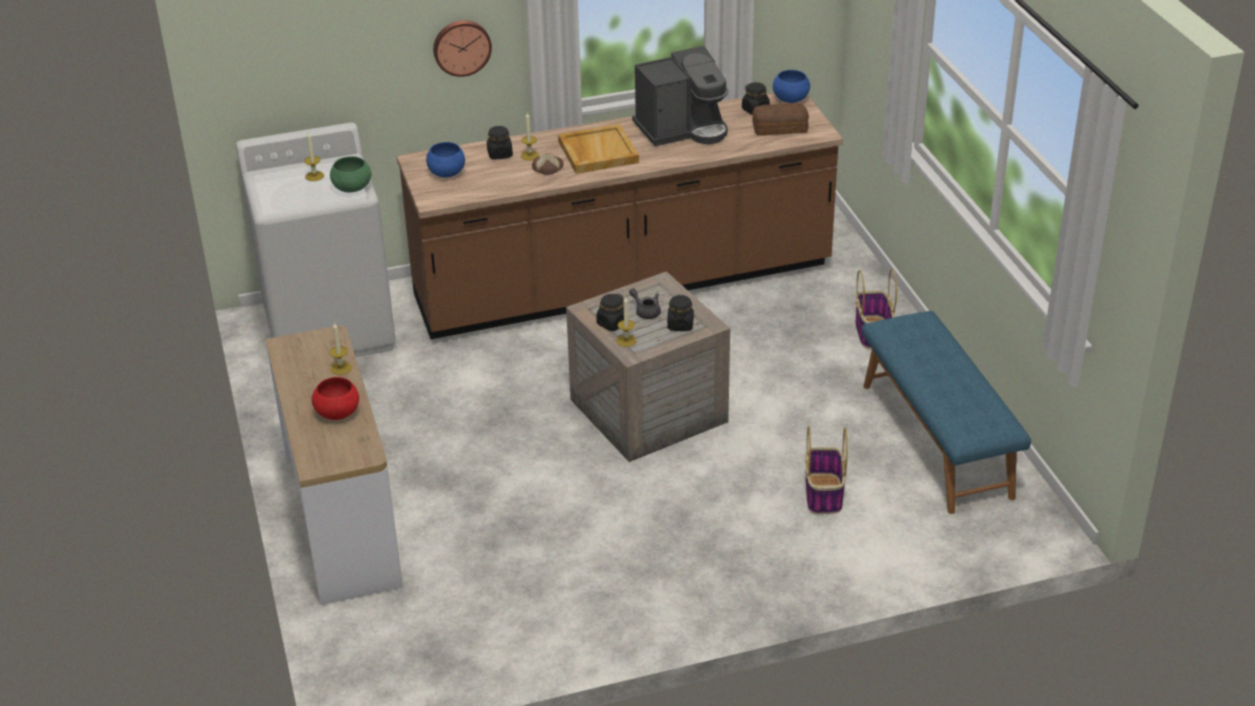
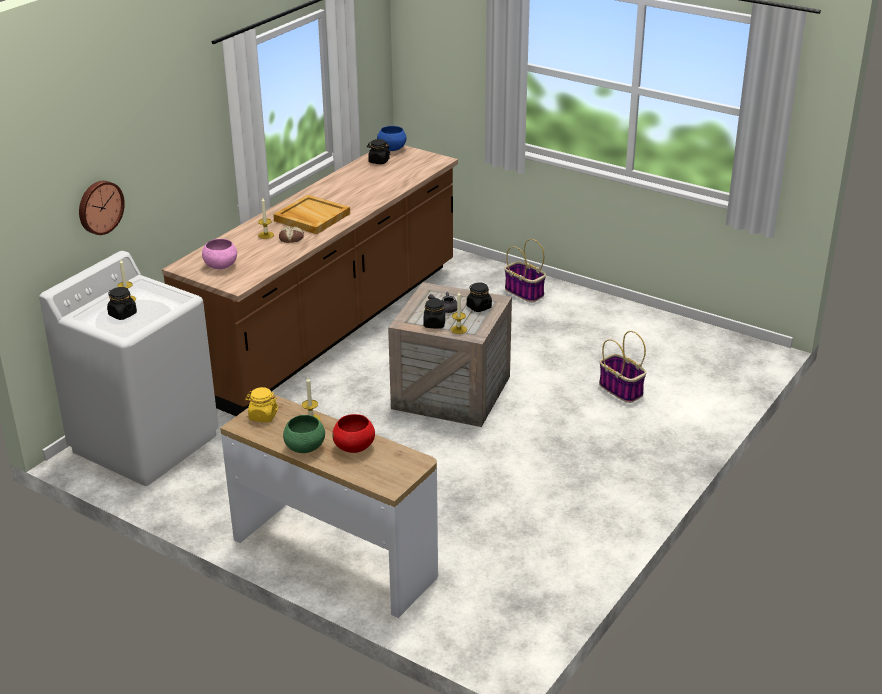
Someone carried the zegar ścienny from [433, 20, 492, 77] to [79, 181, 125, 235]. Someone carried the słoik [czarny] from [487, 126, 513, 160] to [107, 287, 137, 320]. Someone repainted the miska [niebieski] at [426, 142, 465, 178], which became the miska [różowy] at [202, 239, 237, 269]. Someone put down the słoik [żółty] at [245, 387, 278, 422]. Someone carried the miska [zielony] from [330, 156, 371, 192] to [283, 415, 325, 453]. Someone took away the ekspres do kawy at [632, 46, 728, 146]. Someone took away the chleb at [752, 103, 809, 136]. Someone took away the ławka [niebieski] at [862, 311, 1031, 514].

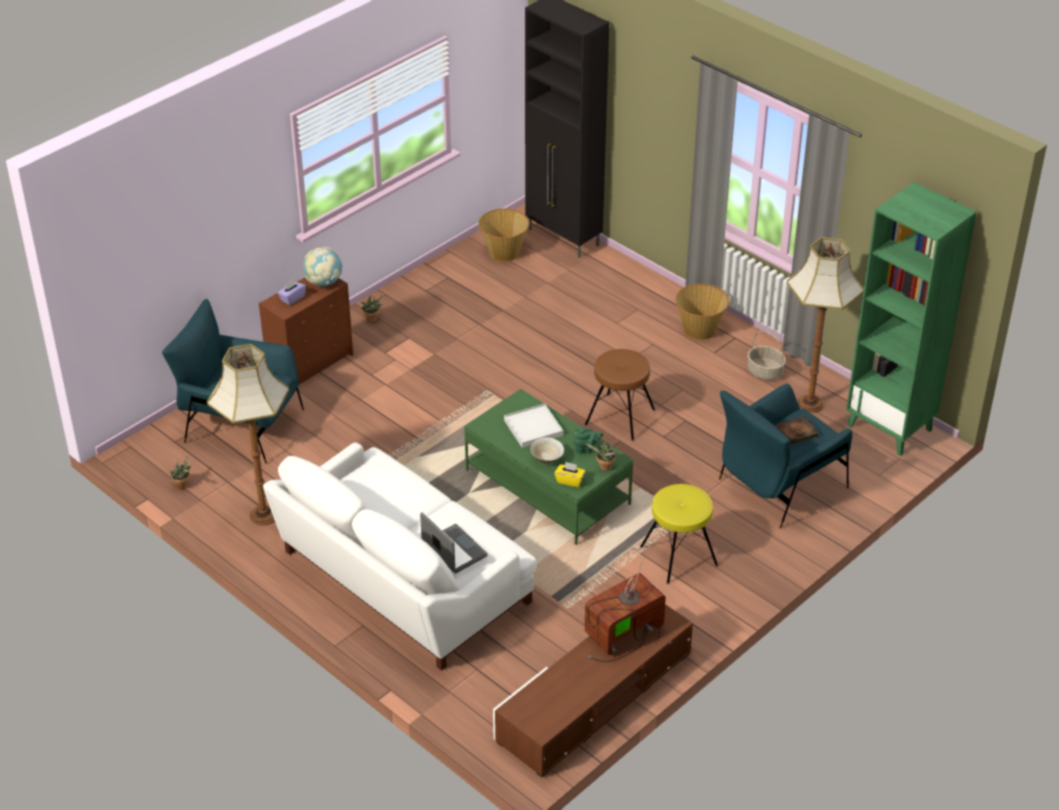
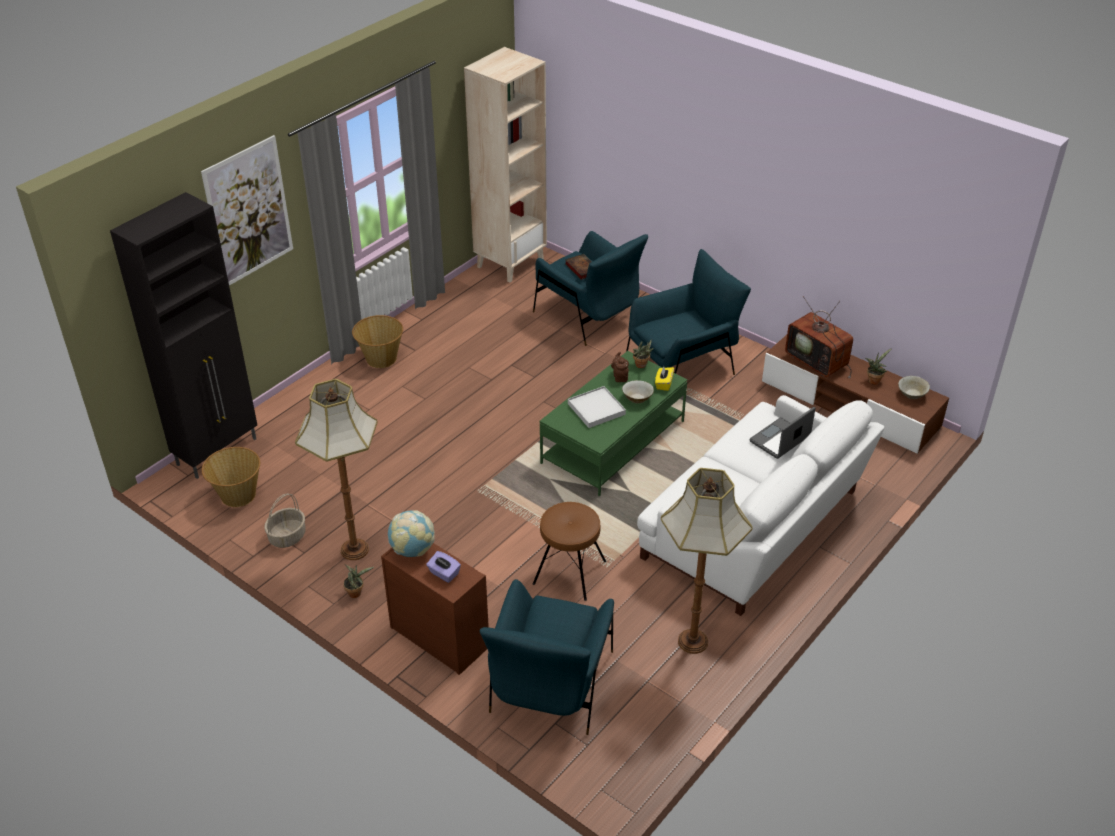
Someone put up the obraz at [201, 135, 293, 286]. Someone carried the koszyk from [747, 330, 786, 381] to [264, 493, 305, 548]. Someone carried the lampa stojąca from [787, 237, 864, 413] to [295, 379, 378, 560]. Someone repainted the regał [zielony] at [846, 182, 976, 456], which became the regał [beżowy] at [464, 47, 547, 283]. Someone carried the stołek [brązowy] from [585, 349, 655, 441] to [533, 502, 606, 601]. Someone repainted the imbryk [zielony] at [573, 427, 603, 454], which became the imbryk [brązowy] at [611, 352, 629, 382]. Someone swapped the stołek [żółty] at [640, 484, 718, 584] for the fotel [niebieski] at [626, 249, 751, 375]. Someone carried the roślina doniczkowa from [170, 456, 192, 489] to [865, 348, 892, 385]. Someone put down the miska [beżowy] at [898, 376, 930, 399].

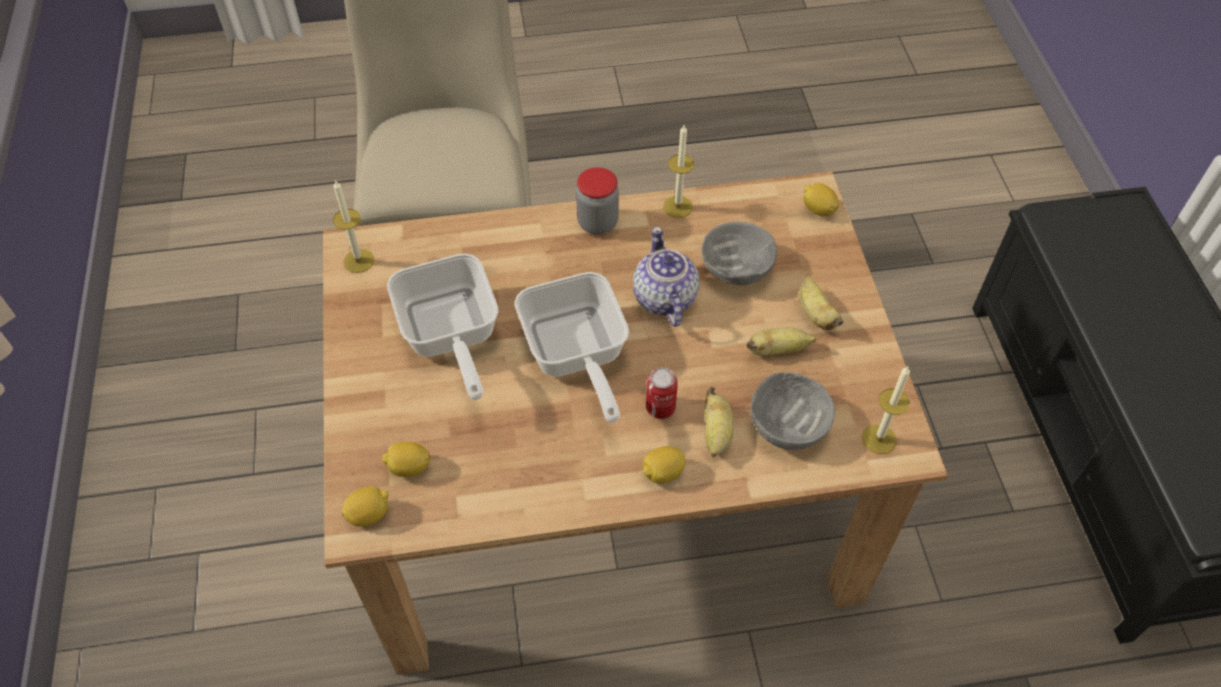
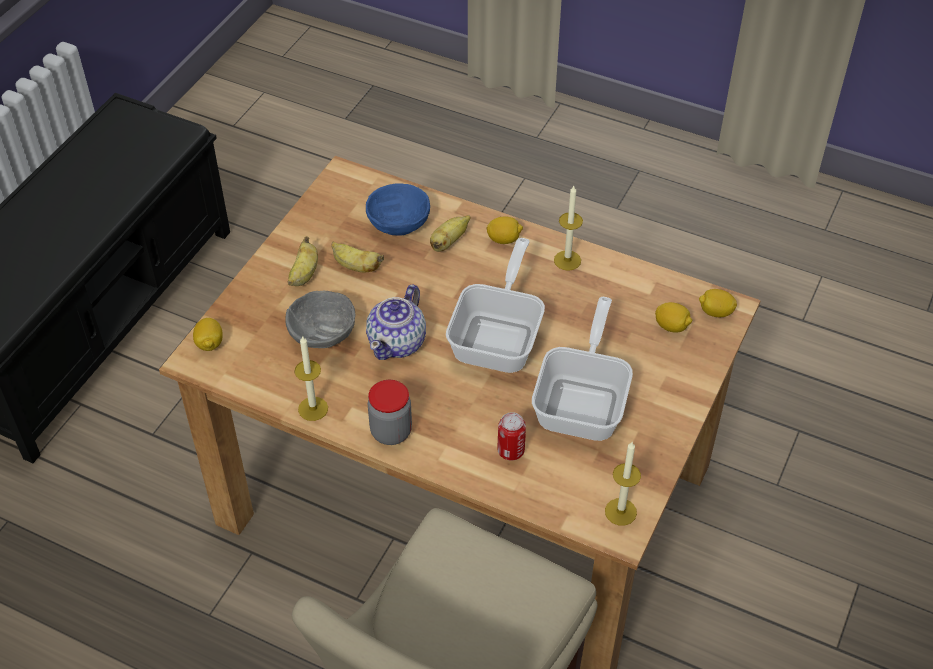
Someone repainted the miska [szary] at [750, 372, 835, 450], which became the miska [niebieski] at [366, 184, 430, 235]. Someone carried the puszka from [646, 367, 678, 419] to [497, 412, 526, 460]. Someone carried the świeca from [862, 366, 910, 454] to [554, 186, 583, 271].

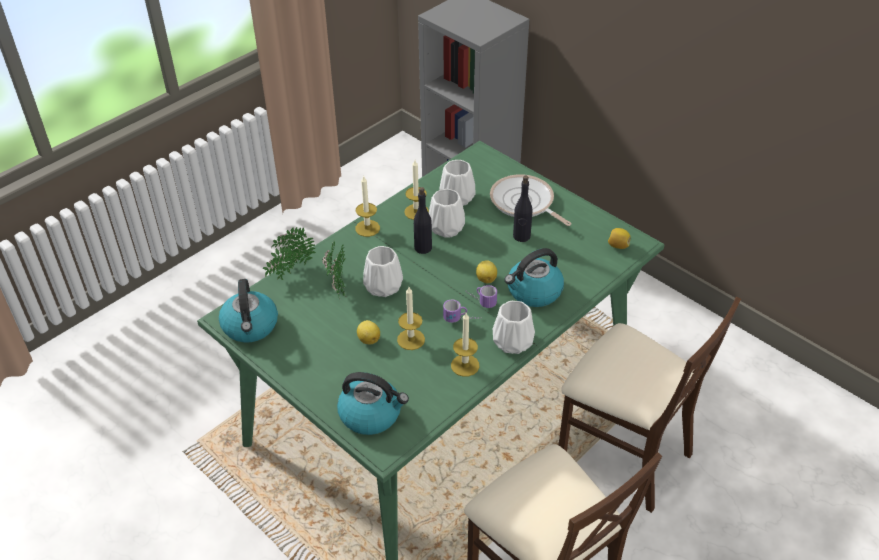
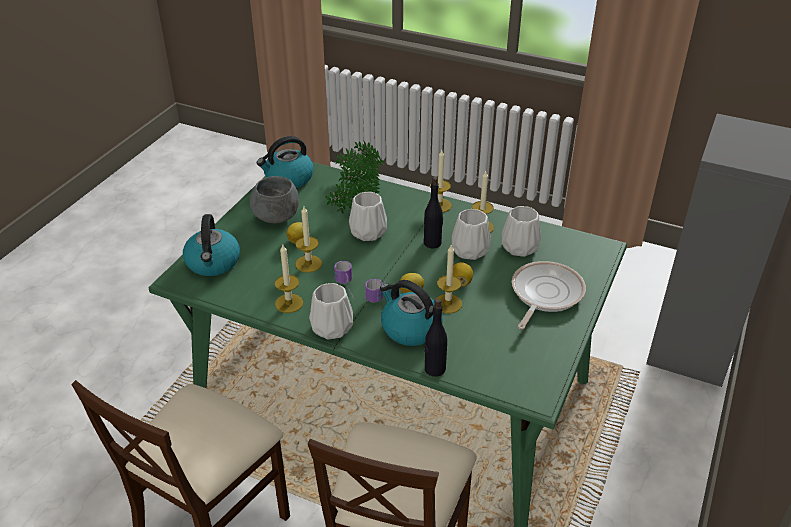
Someone put down the miska [szary] at [250, 176, 299, 223]. Someone carried the butelka [czarny] from [513, 176, 532, 242] to [424, 299, 447, 377]. Someone put down the świeca at [435, 245, 462, 313]. Someone carried the cytryna from [608, 228, 630, 249] to [453, 262, 473, 287].

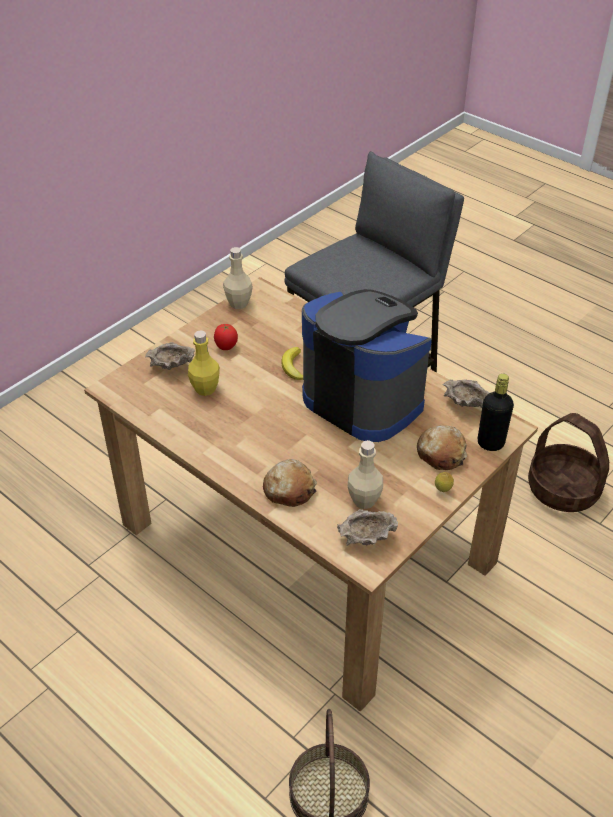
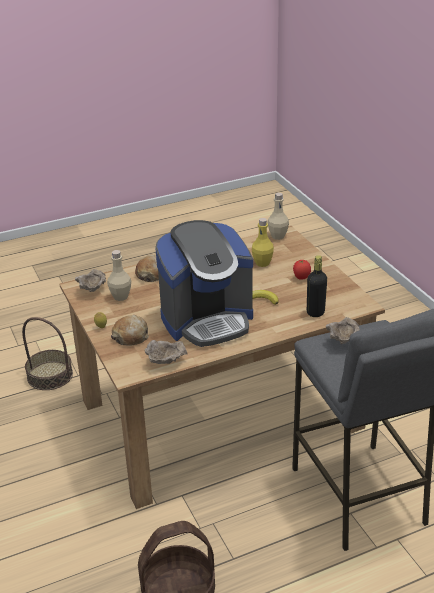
Someone carried the butelka [beżowy] from [223, 247, 253, 309] to [268, 193, 289, 240]. Someone carried the butelka [czarny] from [478, 374, 514, 451] to [307, 255, 327, 317]. Someone carried the miska [beżowy] from [145, 342, 195, 370] to [326, 317, 360, 344].

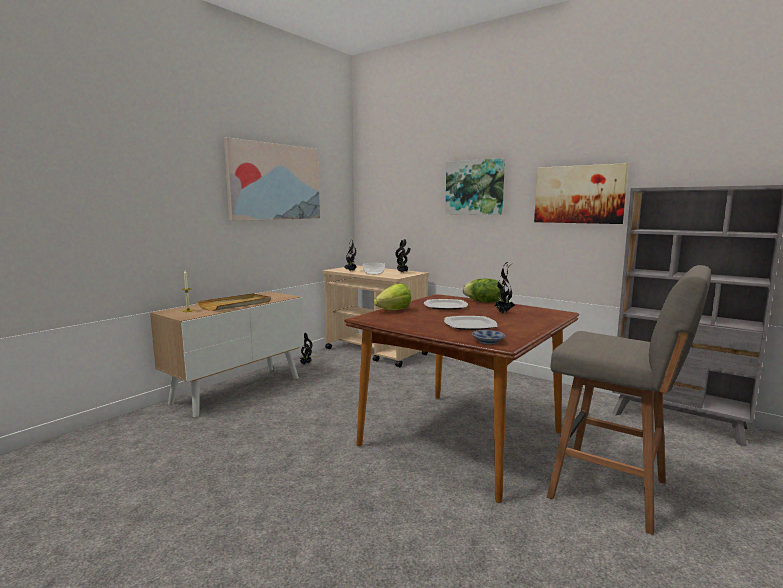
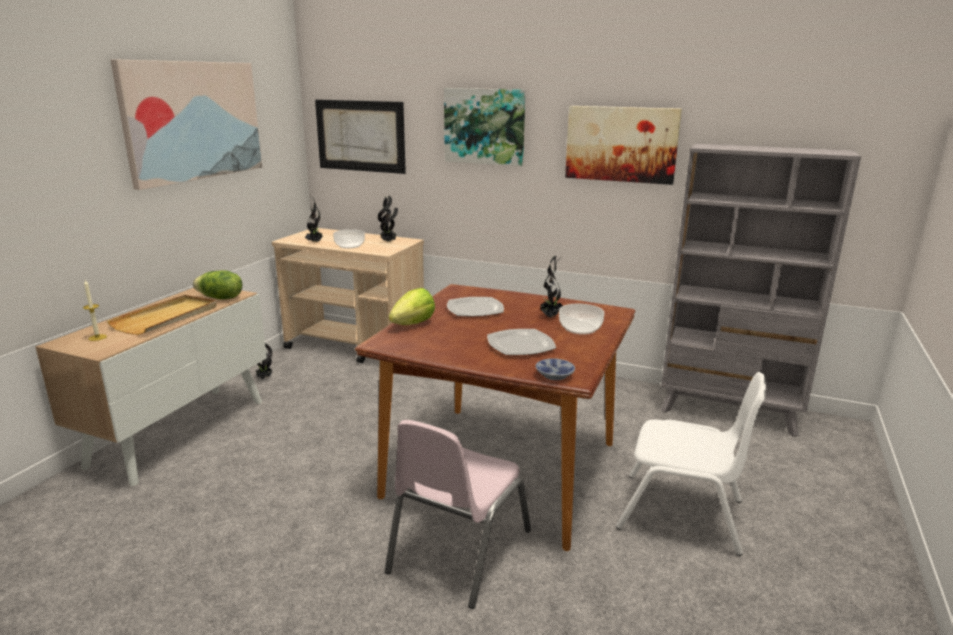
Someone carried the sałata from [462, 278, 503, 303] to [193, 270, 242, 299]. Someone put up the obraz at [315, 100, 406, 174]. Someone put down the krzesło [różowy] at [385, 420, 531, 609]. Someone put down the miska at [559, 304, 604, 335]. Someone swapped the stołek [szary] at [547, 265, 711, 535] for the krzesło [biały] at [616, 372, 766, 556].

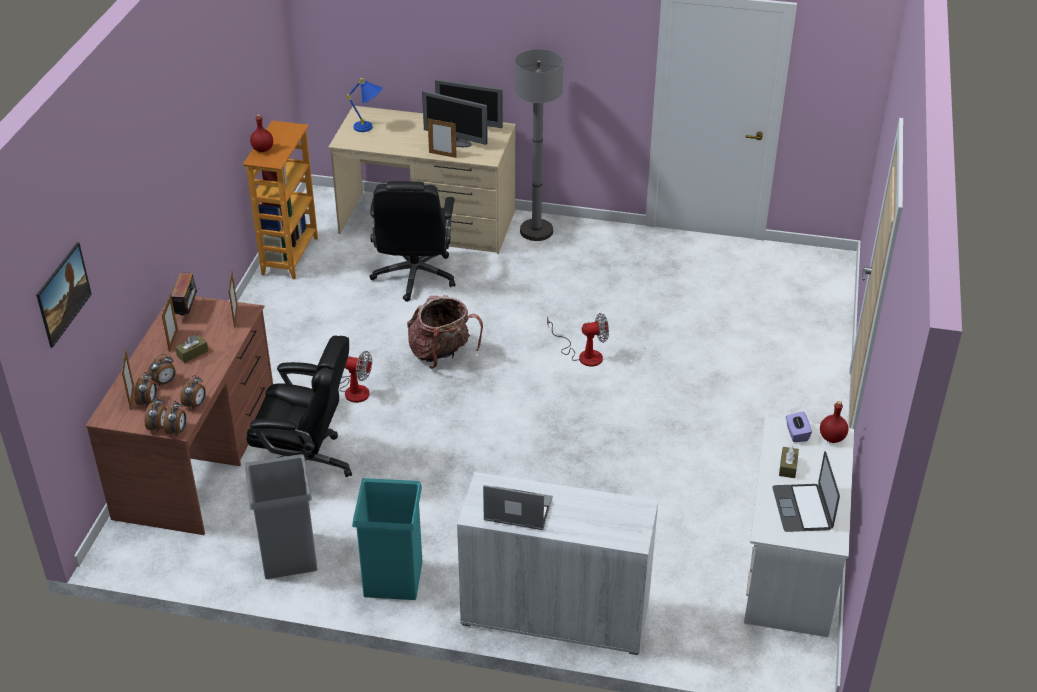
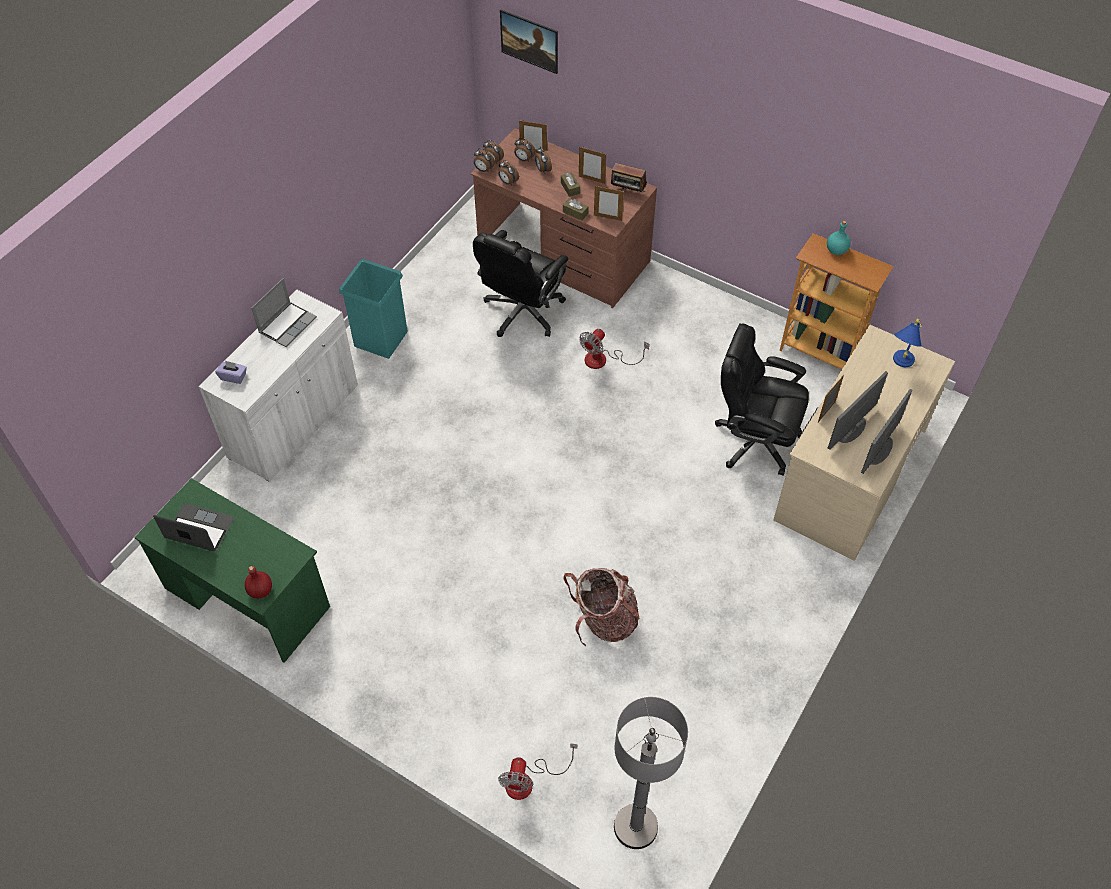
Someone repainted the biurko [biały] at [744, 416, 854, 637], which became the biurko [zielony] at [134, 478, 330, 663]. Someone carried the pudełko chusteczek [fioletowy] from [786, 412, 812, 442] to [215, 361, 247, 384]. Someone carried the wentylator from [547, 313, 609, 367] to [498, 743, 577, 800]. Someone carried the pudełko chusteczek [brązowy] from [779, 446, 799, 478] to [563, 198, 589, 221]. Someone carried the plecak from [407, 295, 483, 369] to [563, 568, 639, 646]. Someone carried the lampa stojąca [szary] from [514, 49, 563, 241] to [614, 697, 688, 849]. Someone repainted the butelka [czerwony] at [250, 114, 273, 152], which became the butelka [turkusowy] at [827, 220, 851, 255]. Someone took away the kosz na śmieci [szary] at [245, 454, 318, 579].

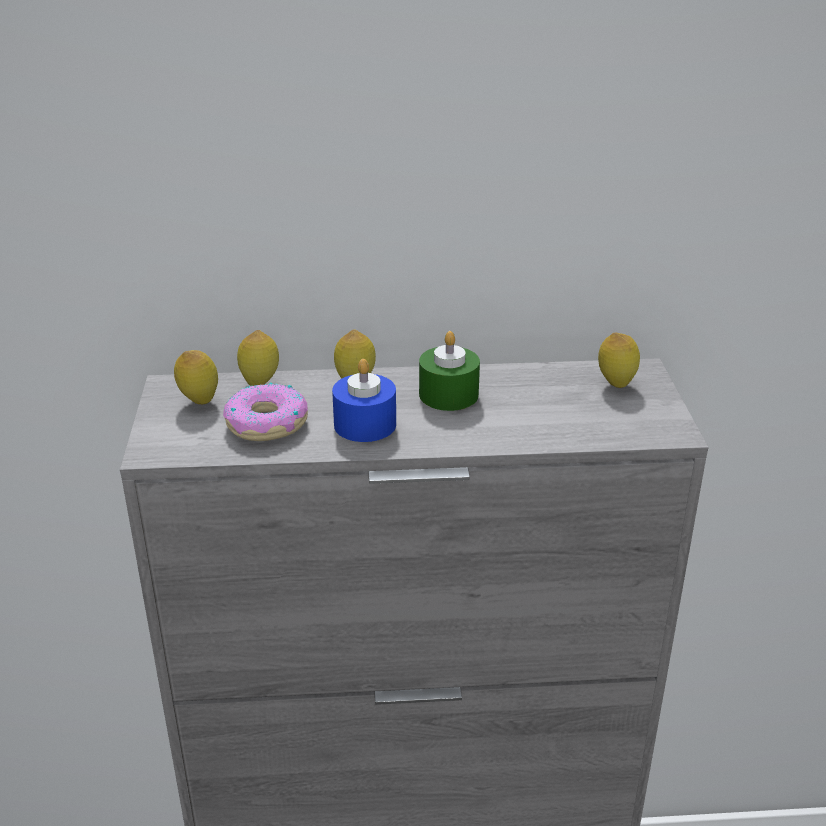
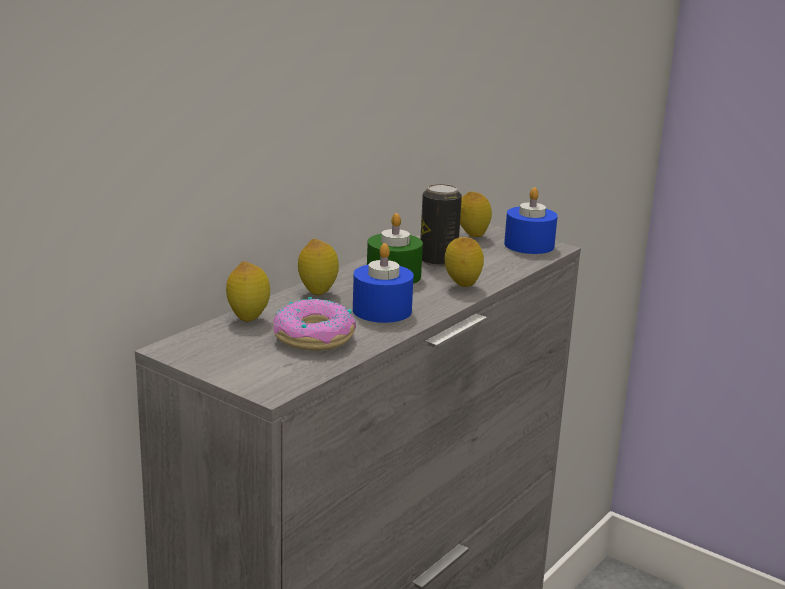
Someone put down the puszka at [420, 184, 462, 267]. Someone carried the cytryna from [174, 350, 218, 404] to [445, 237, 484, 287]. Someone put down the świeca [niebieski] at [504, 187, 558, 254].

